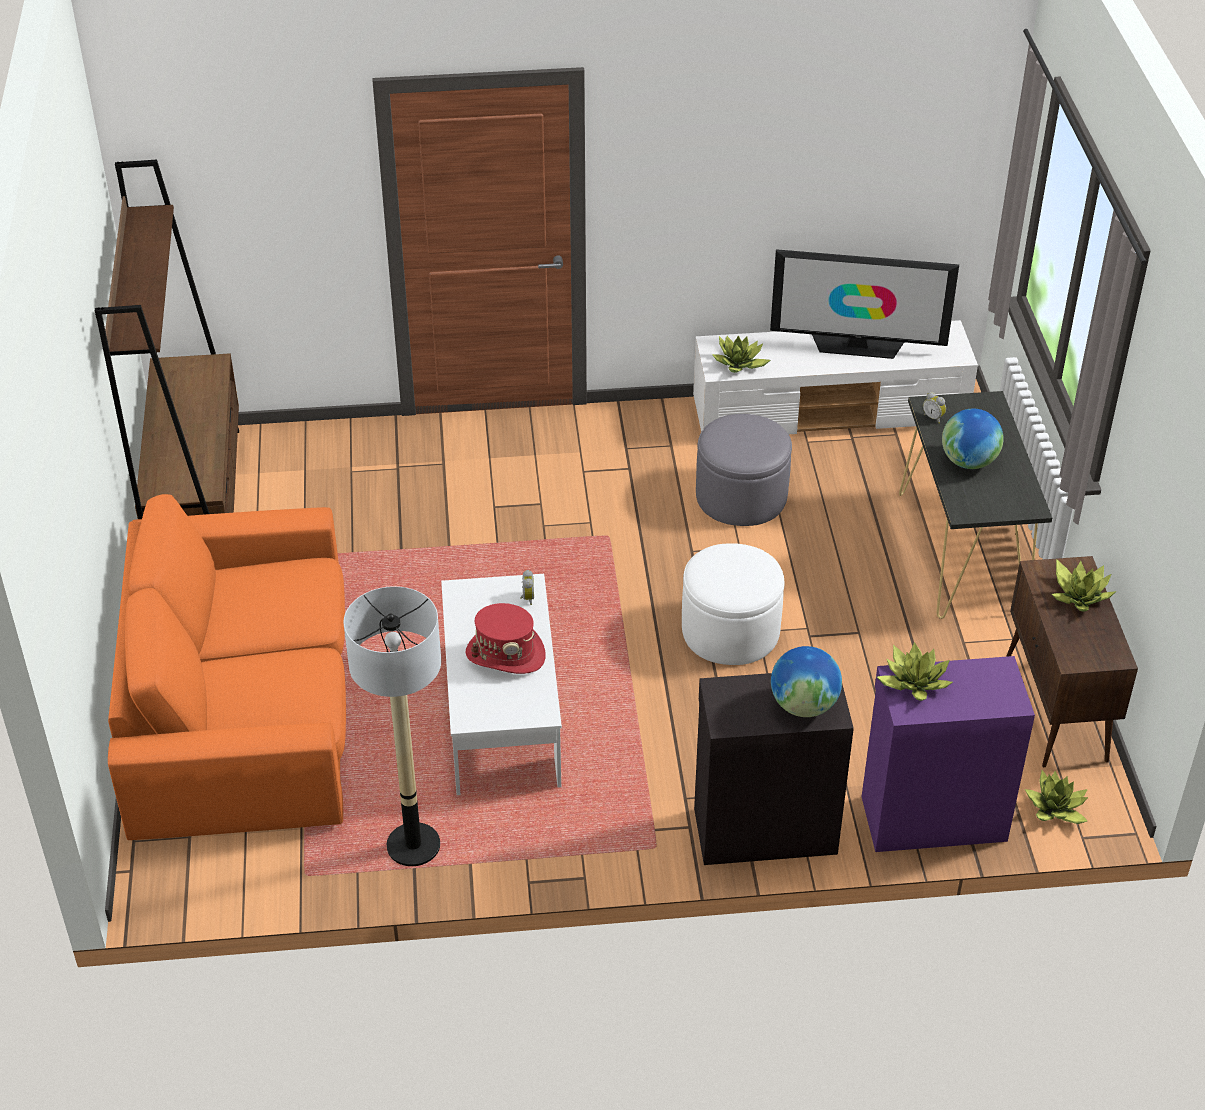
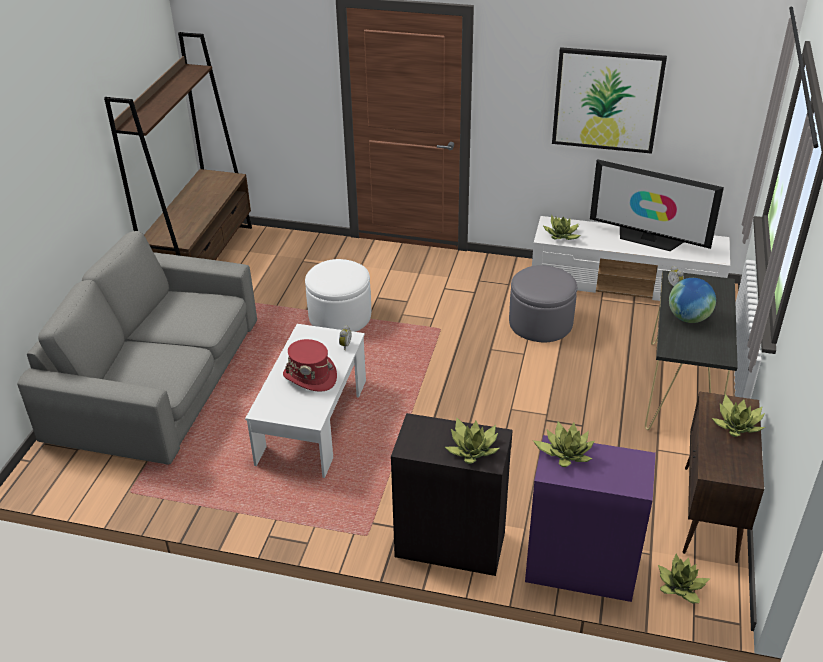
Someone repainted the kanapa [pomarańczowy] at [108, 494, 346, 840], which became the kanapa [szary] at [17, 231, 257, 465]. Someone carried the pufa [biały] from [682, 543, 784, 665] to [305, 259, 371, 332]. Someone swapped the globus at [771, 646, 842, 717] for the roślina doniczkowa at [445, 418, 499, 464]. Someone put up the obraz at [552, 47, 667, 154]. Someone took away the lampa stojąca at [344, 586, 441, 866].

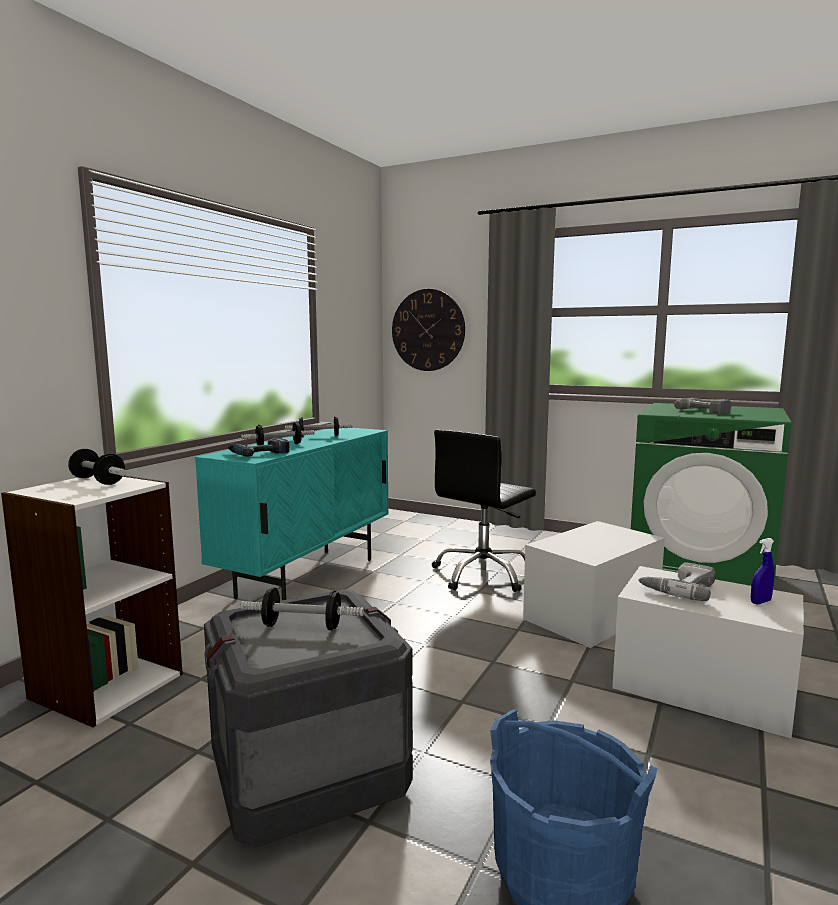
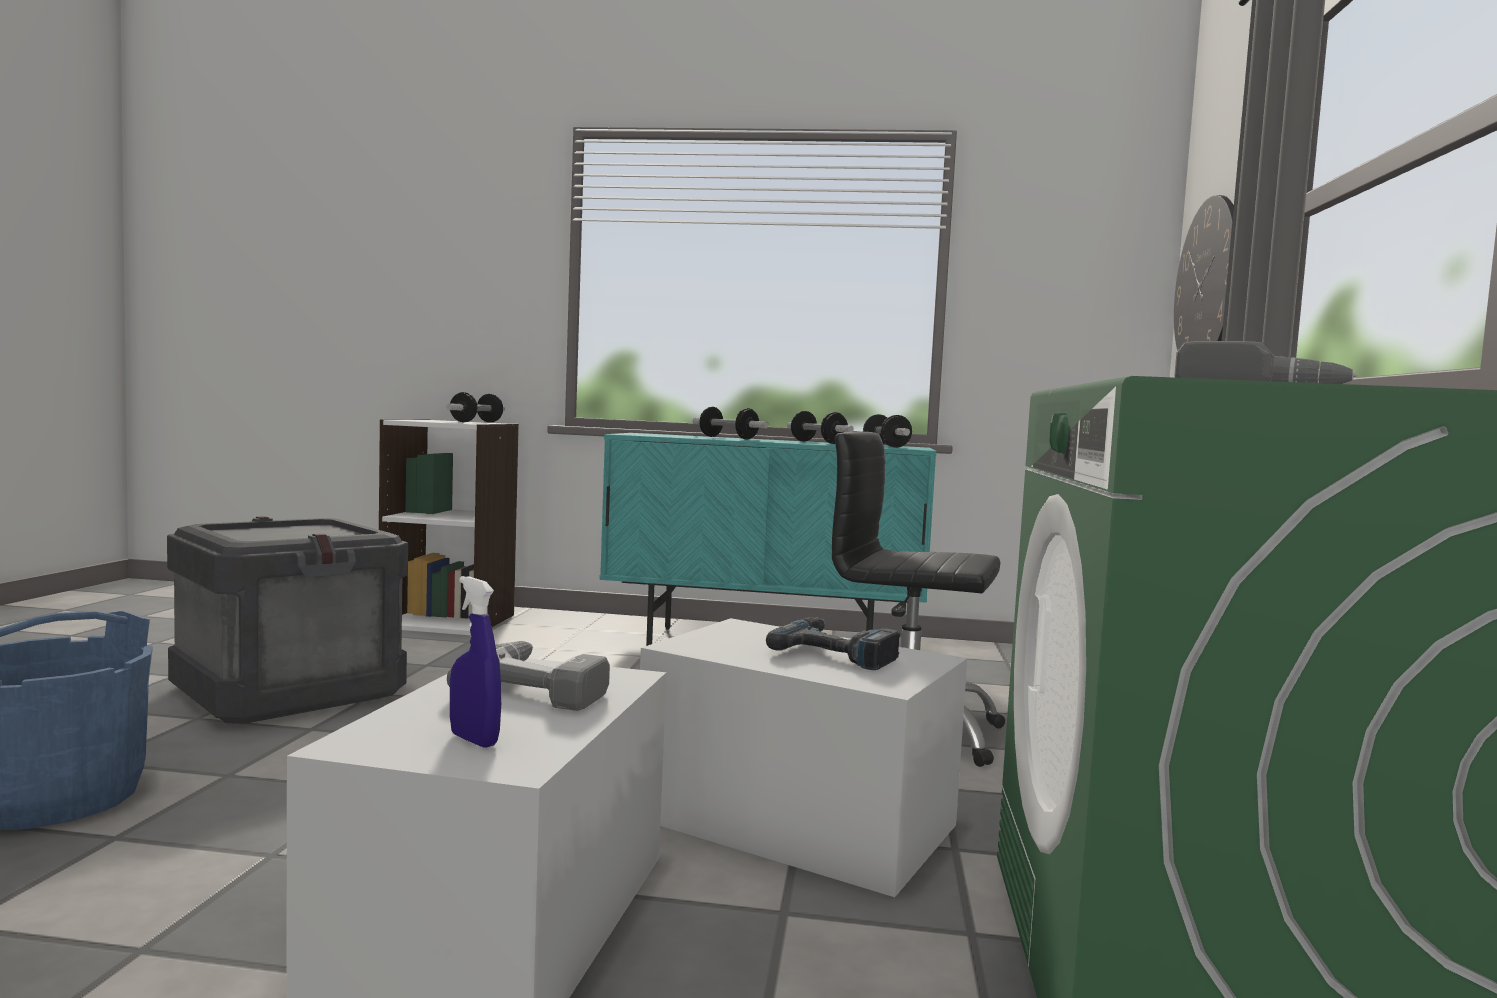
Someone carried the wiertarka from [228, 438, 290, 457] to [766, 617, 901, 670]. Someone carried the hantel from [240, 587, 364, 630] to [863, 414, 912, 448].

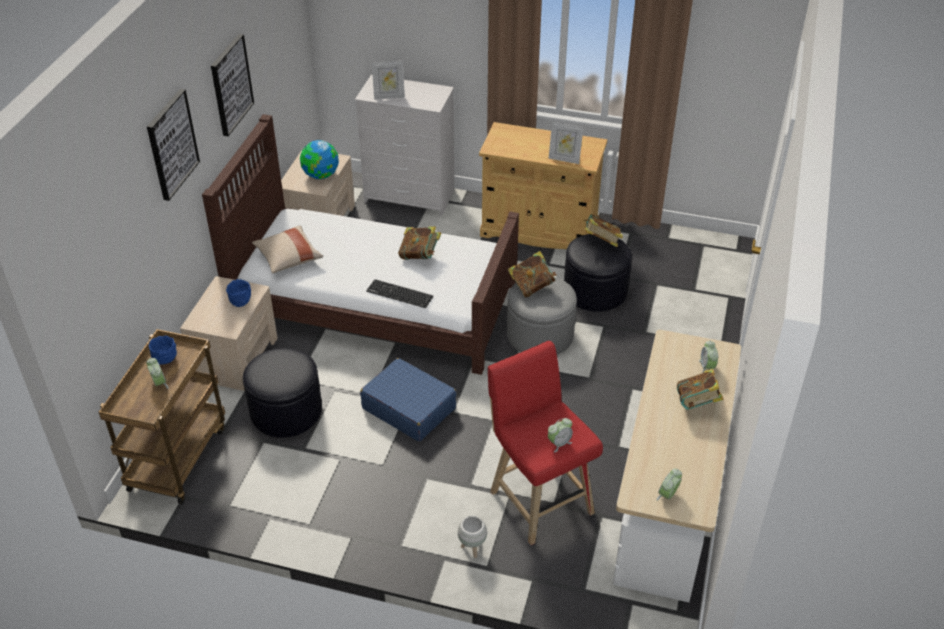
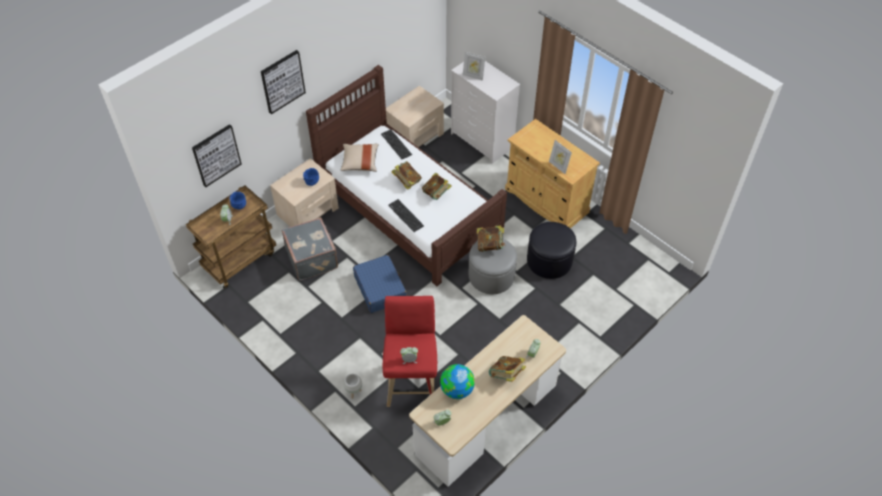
Someone carried the obraz from [211, 34, 254, 136] to [192, 124, 242, 187]. Someone swapped the pufa [czarny] at [243, 348, 322, 438] for the walizka [szary] at [282, 217, 338, 281]. Someone put down the klawiatura at [381, 129, 412, 159]. Someone carried the książka from [584, 214, 623, 247] to [391, 161, 422, 190]. Someone carried the globus from [300, 140, 339, 179] to [440, 364, 475, 399].

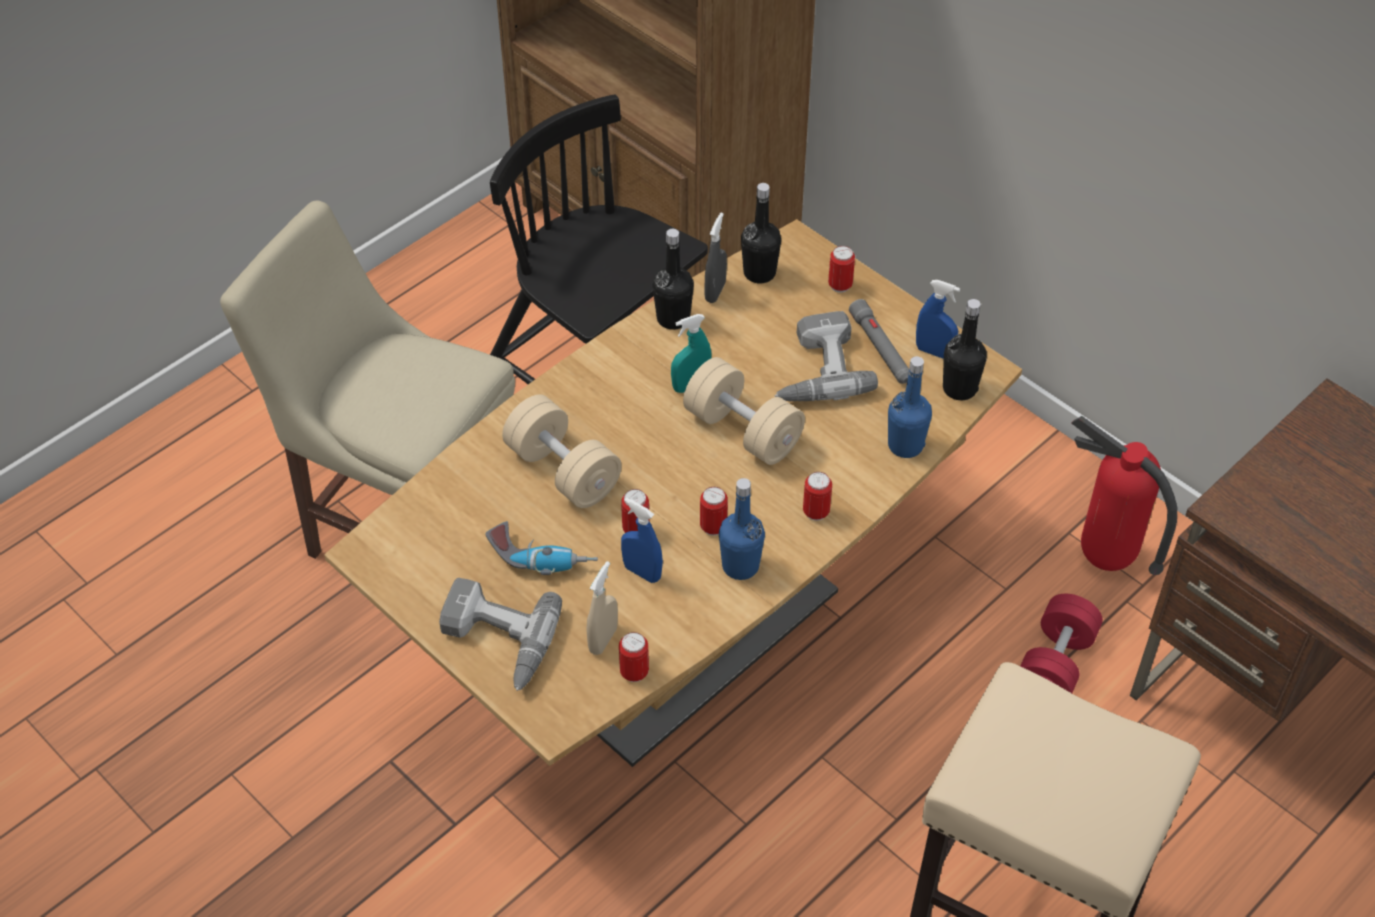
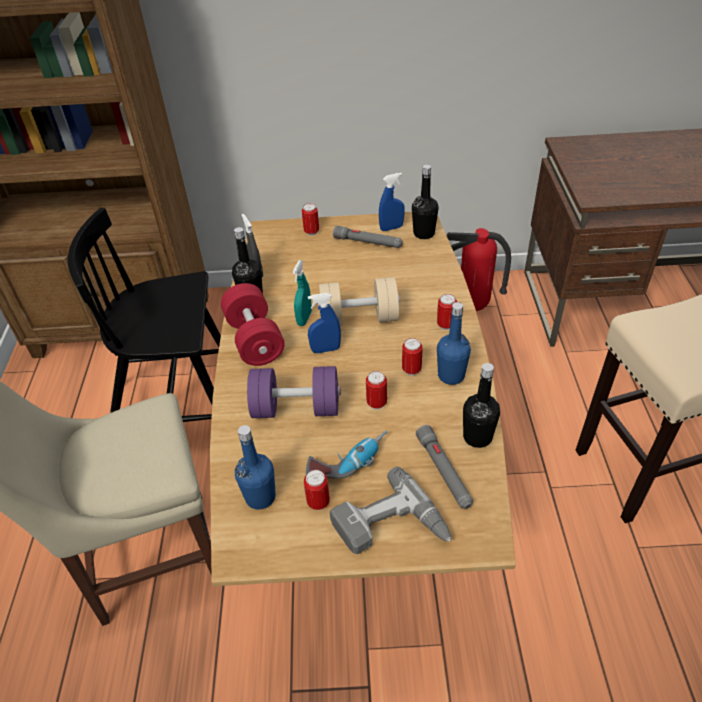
Someone carried the hantel [czerwony] from [1020, 594, 1103, 693] to [221, 283, 285, 366]. Someone carried the butelka [niebieski] from [888, 356, 932, 458] to [235, 425, 276, 510]. Someone repainted the hantel [beżowy] at [502, 395, 622, 508], which became the hantel [fioletowy] at [247, 366, 341, 418]. Someone carried the puszka from [619, 632, 649, 682] to [304, 470, 330, 510]. Someone carried the spryskiwacz [niebieski] from [621, 497, 663, 583] to [308, 293, 341, 353]. Someone swapped the spryskiwacz [beżowy] at [586, 561, 618, 655] for the latarka [szary] at [416, 425, 473, 509]. Someone carried the butelka [czarny] from [741, 183, 781, 283] to [463, 363, 500, 448]. Someone took away the wiertarka at [775, 311, 878, 401].

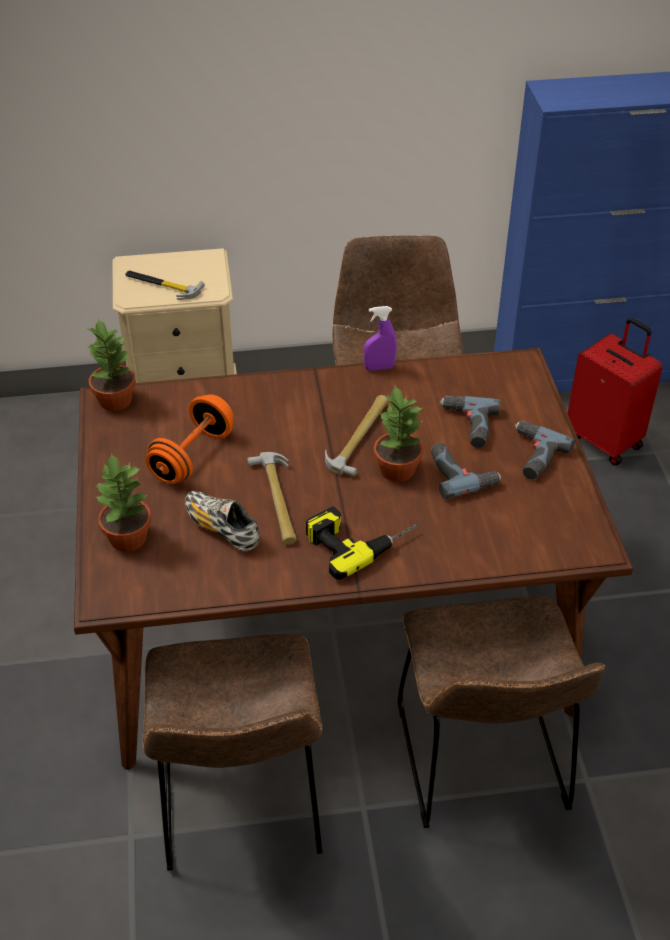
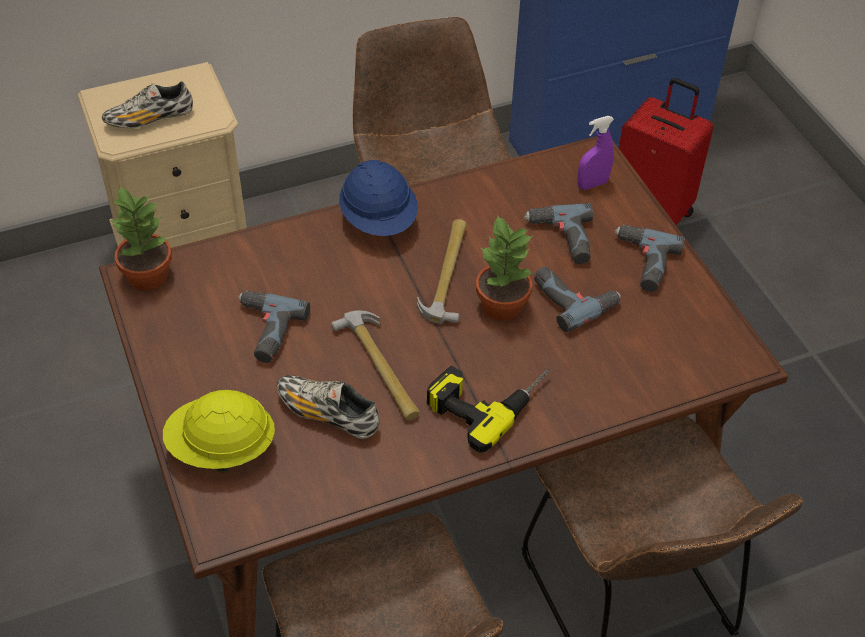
Someone swapped the młotek at [125, 271, 205, 300] for the but at [102, 81, 193, 128]. Someone swapped the roślina doniczkowa at [95, 453, 152, 552] for the kask [żółty] at [163, 390, 275, 472]. Someone swapped the hantel [pomarańczowy] at [146, 394, 234, 484] for the wiertarka at [238, 291, 310, 363]. Someone put down the kask [niebieski] at [339, 160, 418, 236]. Someone carried the spryskiwacz [fioletowy] from [364, 306, 397, 371] to [577, 116, 614, 190].

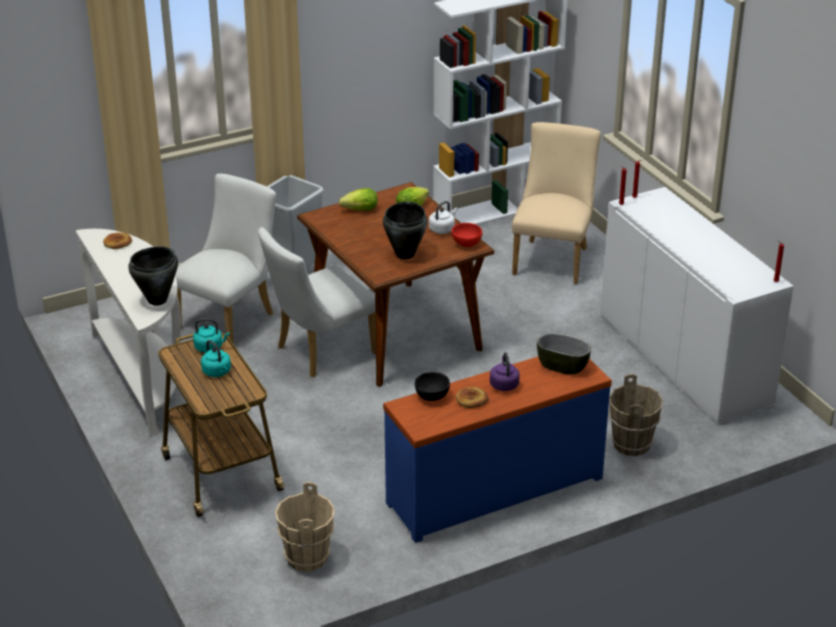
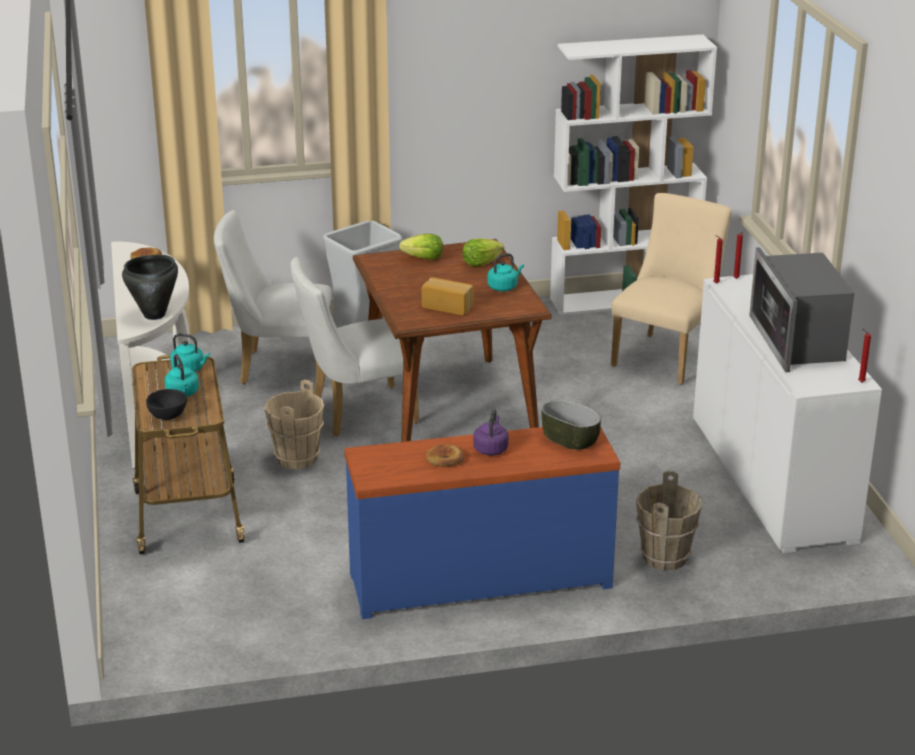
Someone carried the miska [czarny] from [415, 372, 450, 401] to [146, 389, 187, 420]. Someone rotated the krzesło [biały] at [175, 174, 276, 343] by 135 degrees counterclockwise. Someone carried the wiadro [beżowy] from [275, 482, 334, 572] to [264, 380, 324, 469]. Someone swapped the garnek [czarny] at [383, 202, 428, 259] for the chleb at [422, 277, 474, 315]. Someone repainted the czajnik [biały] at [429, 201, 457, 234], which became the czajnik [turkusowy] at [487, 253, 524, 291]. Someone put down the mikrofalówka at [749, 247, 854, 372]. Someone took away the miska [czerwony] at [451, 223, 482, 247].

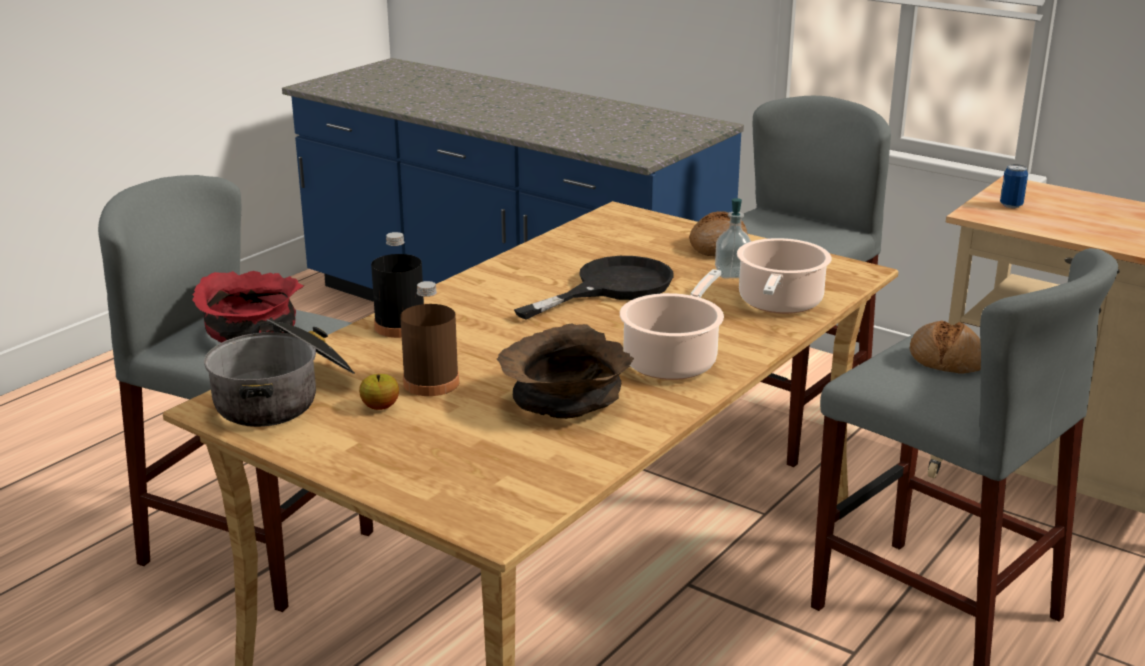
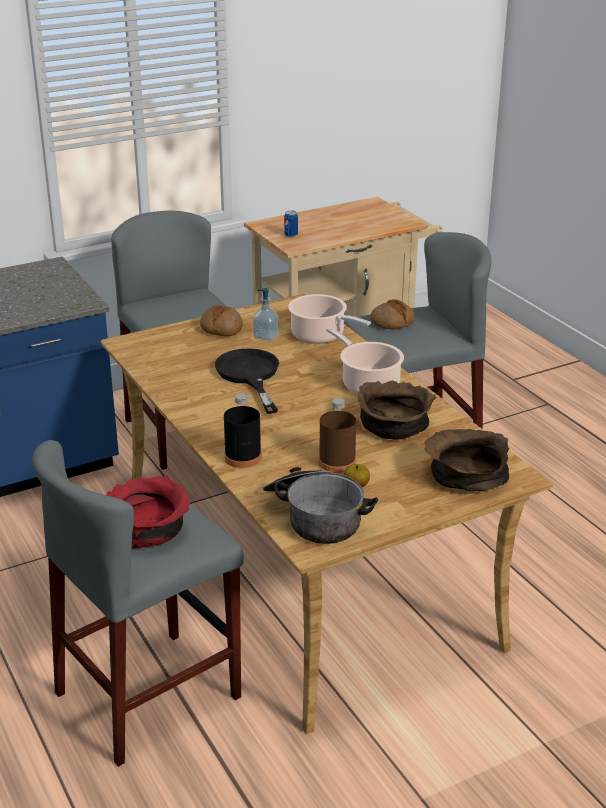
Someone put down the miska [brązowy] at [424, 429, 509, 491].

